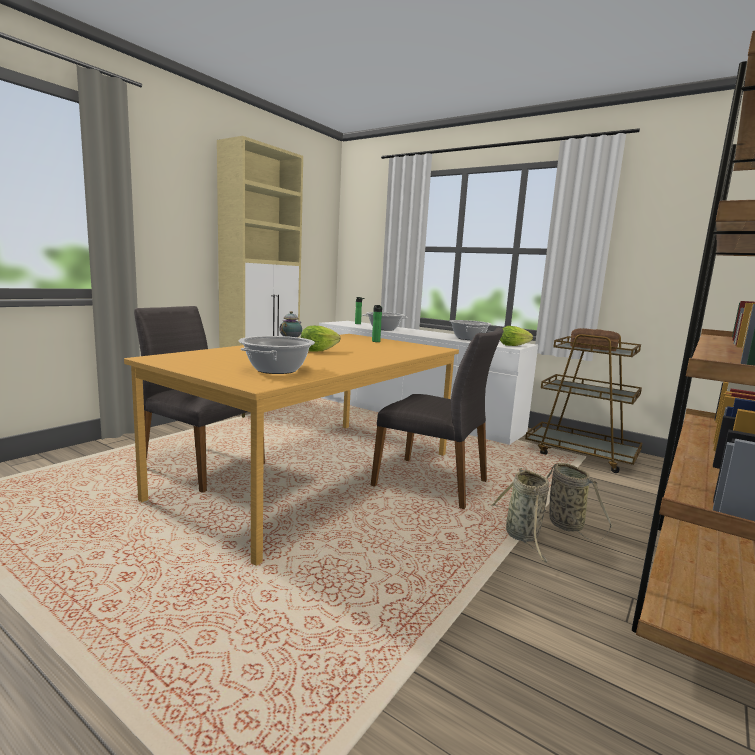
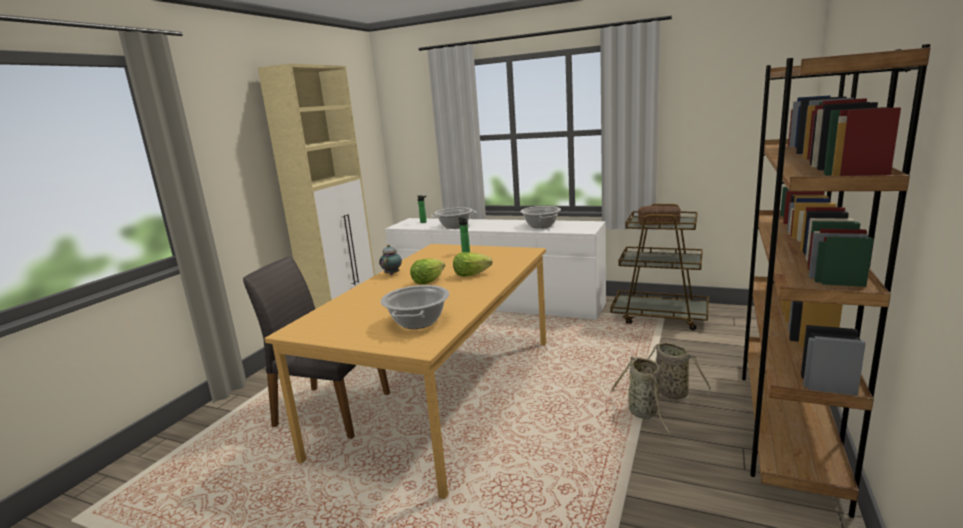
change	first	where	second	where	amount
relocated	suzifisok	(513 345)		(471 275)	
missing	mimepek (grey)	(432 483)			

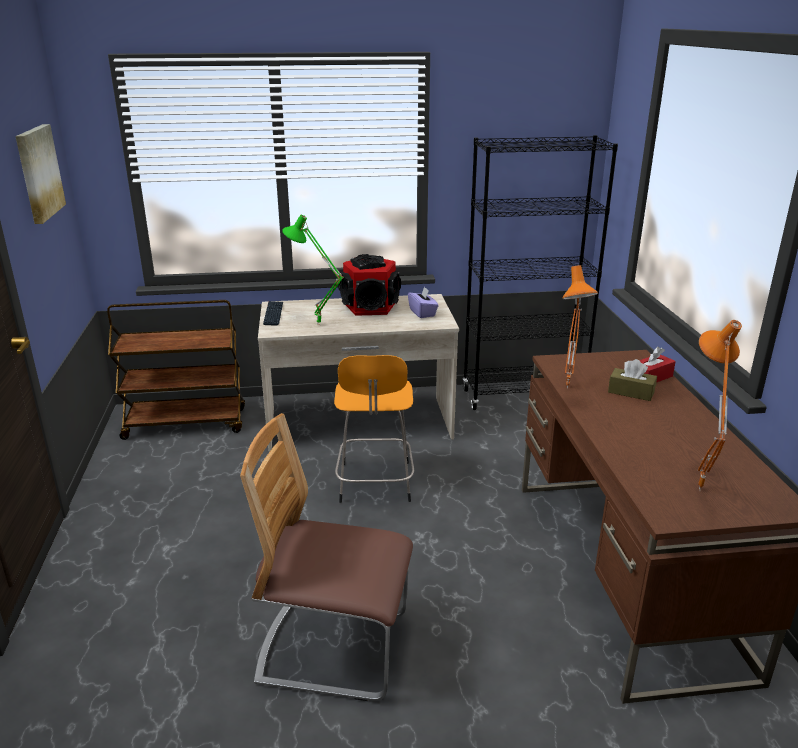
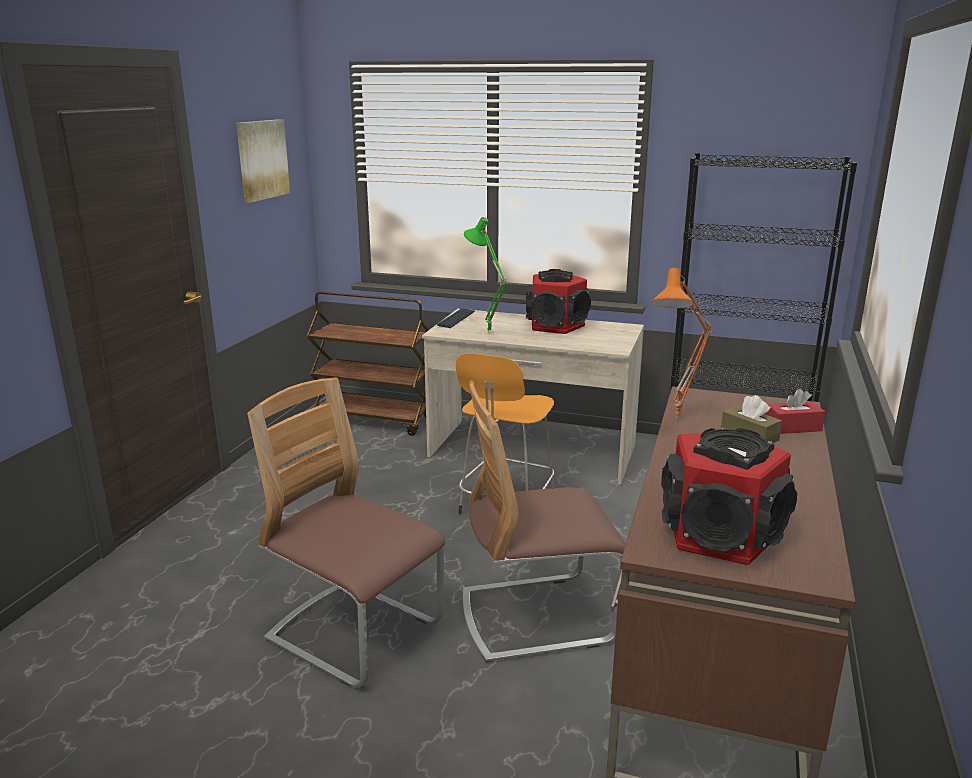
change	first	where	second	where	amount
missing	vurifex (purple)	(422 313)			
exchanged	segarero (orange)	(696 489)	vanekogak	(719 534)	
appeared			mimepek	(536 617)	

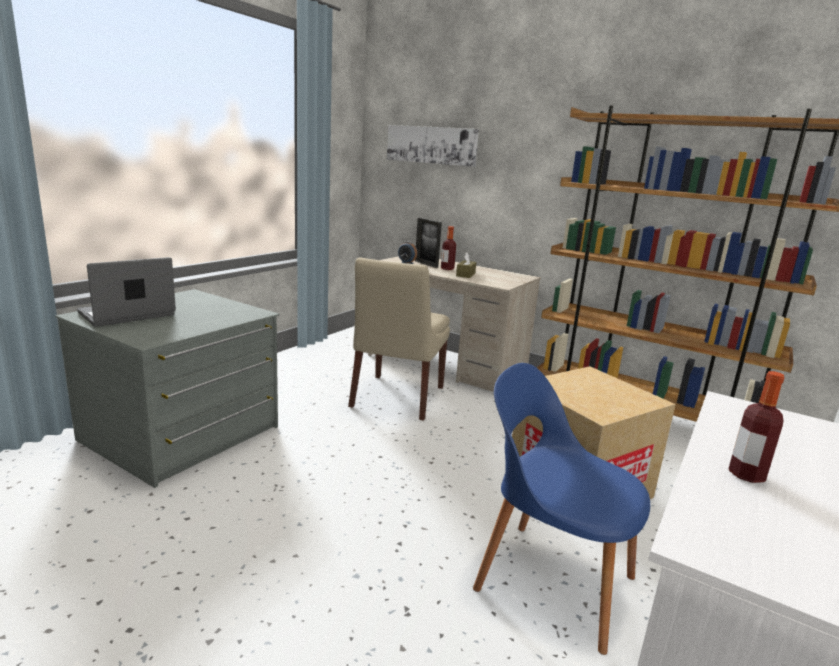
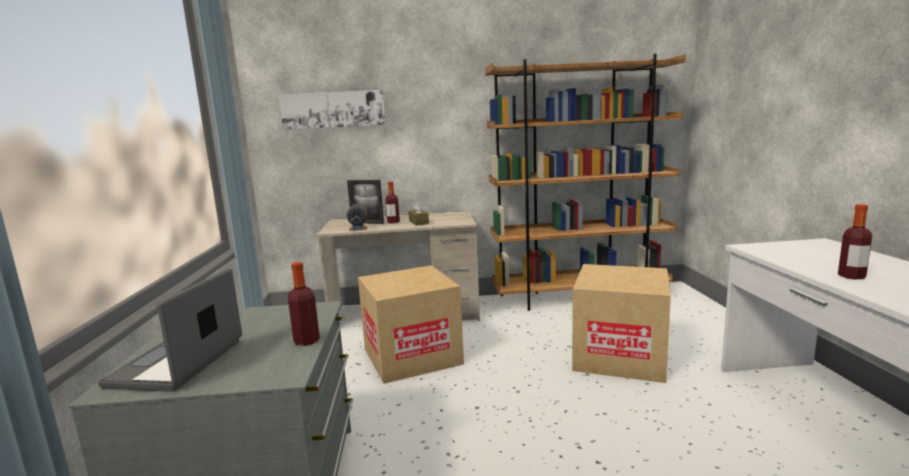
change	first	where	second	where	amount
exchanged	mimepek (beige)	(396 398)	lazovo	(412 356)	
missing	mimepek (blue)	(550 580)			
appeared			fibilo	(306 341)	

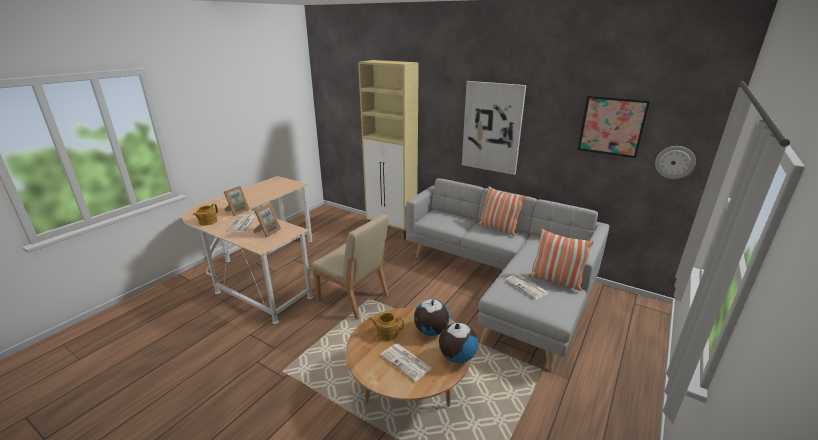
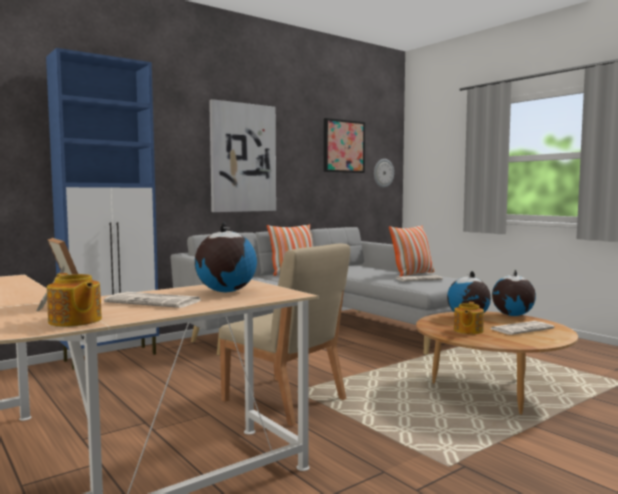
change	first	where	second	where	amount
colour	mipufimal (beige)	(392 230)	mipufimal (blue)	(112 357)	
exchanged	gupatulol	(268 232)	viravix	(225 291)	
spun	mimepek (beige)	(353 298)		(285 400)	75 degrees clockwise

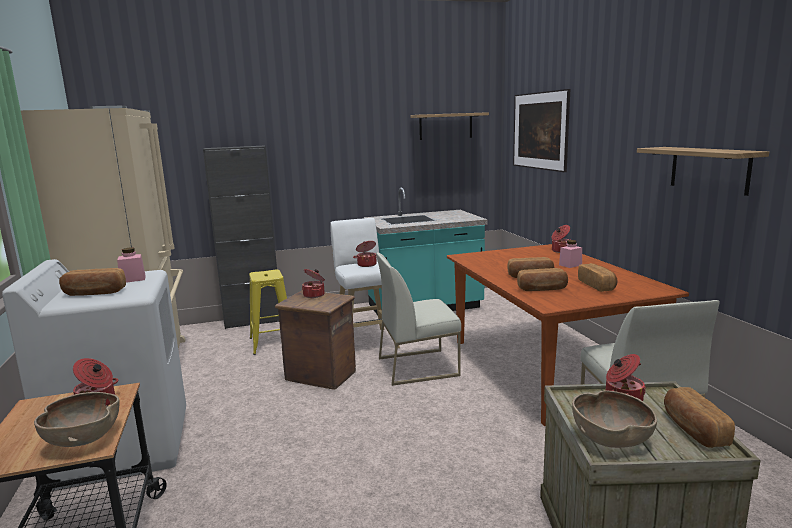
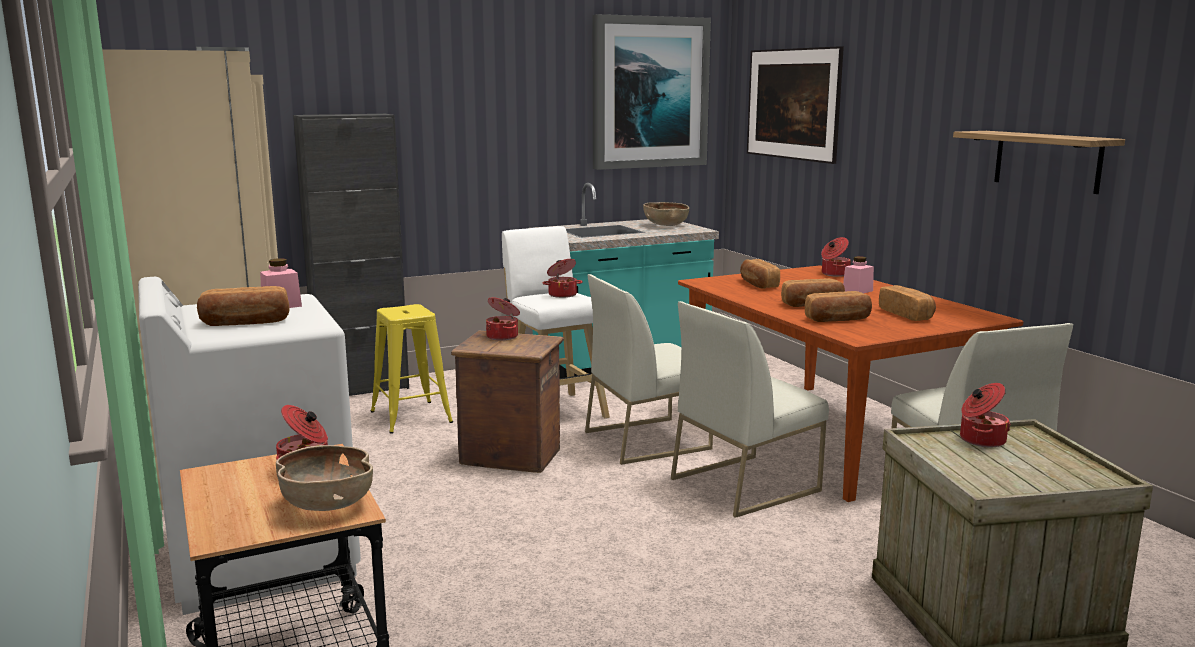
change	first	where	second	where	amount
exchanged	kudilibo	(445 126)	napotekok	(649 93)	
relocated	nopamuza	(693 429)		(758 284)	
relocated	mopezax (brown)	(610 439)		(665 225)	
appeared			mimepek (white)	(745 484)	

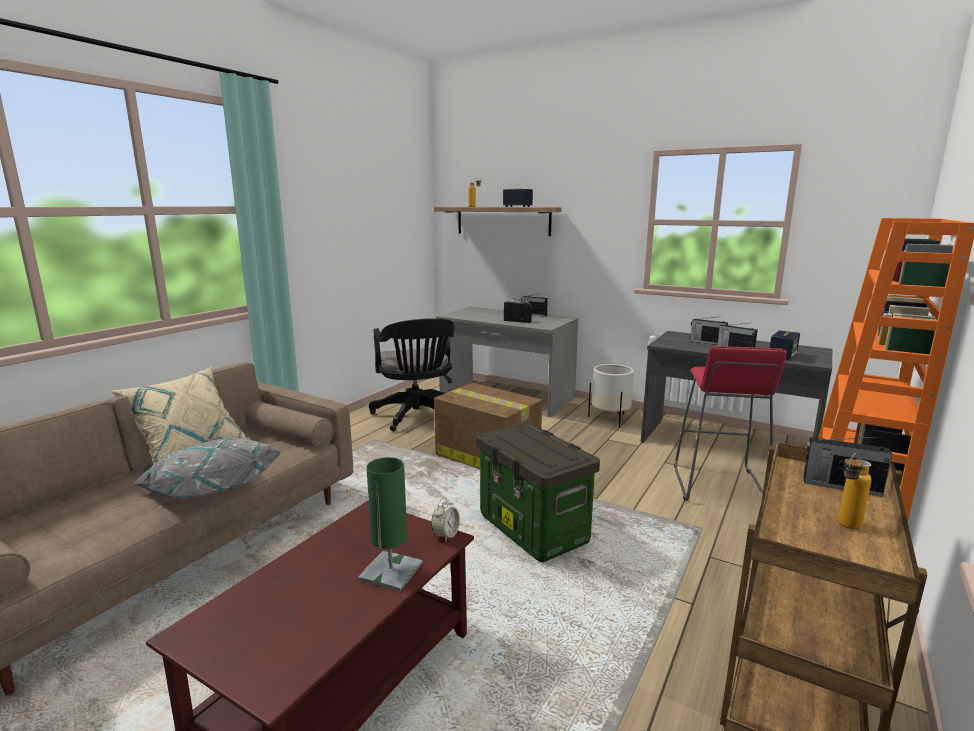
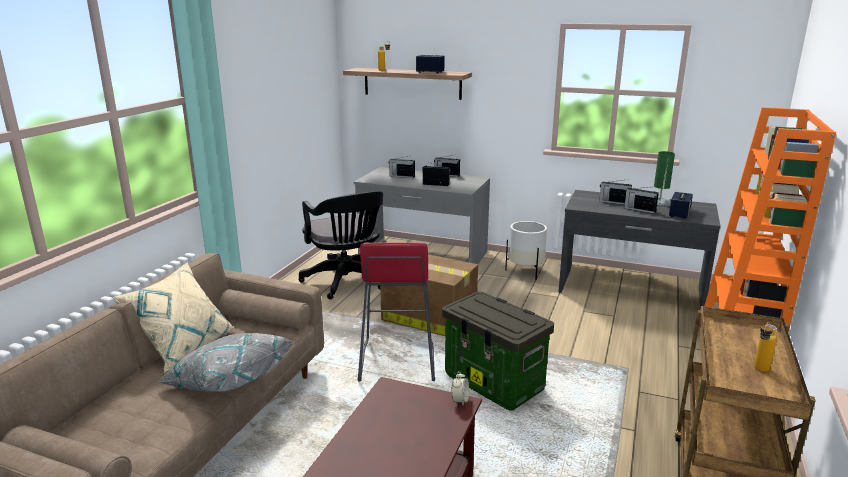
change	first	where	second	where	amount
relocated	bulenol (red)	(718 485)		(396 362)	
relocated	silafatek	(840 486)		(401 176)	
relocated	segarero (green)	(391 571)		(659 202)	

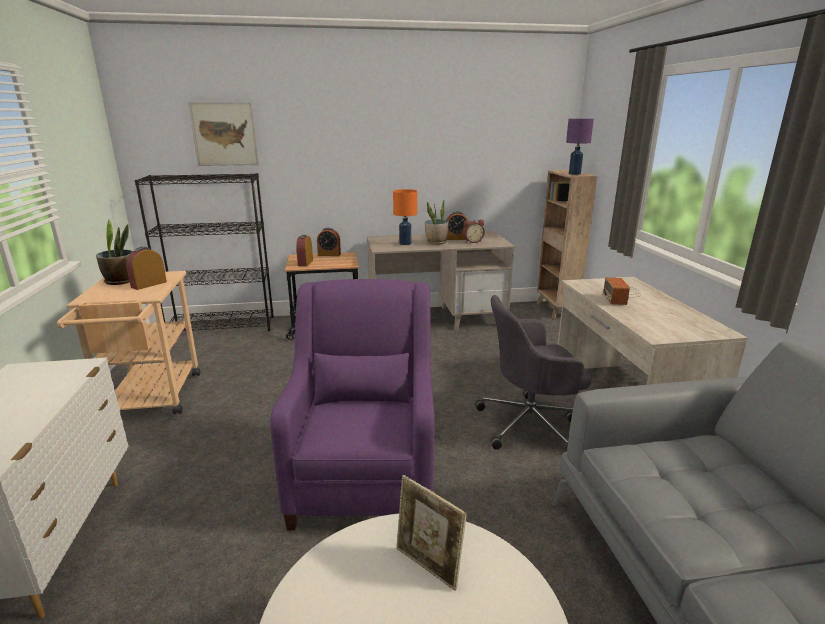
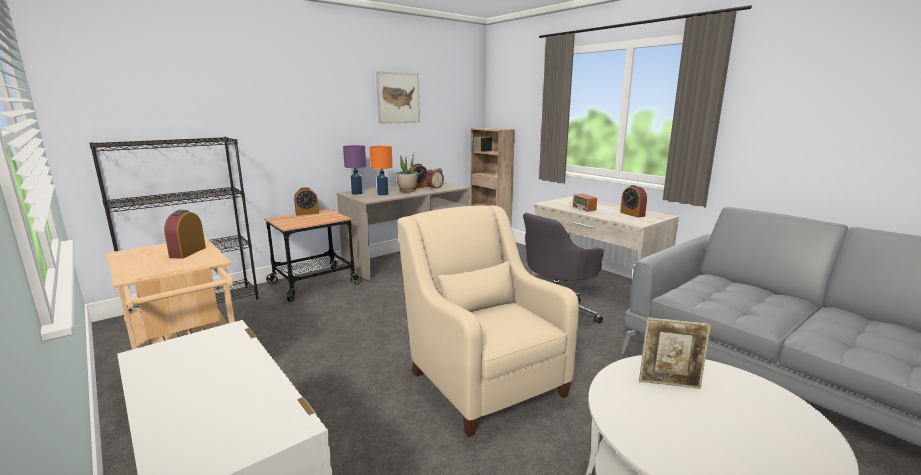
change	first	where	second	where	amount
relocated	napotekok	(224 134)		(398 98)	
relocated	segarero (purple)	(574 174)		(356 193)	
missing	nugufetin	(120 281)			
relocated	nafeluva	(305 263)		(632 214)	
colour	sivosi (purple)	(365 475)	sivosi (beige)	(482 379)	

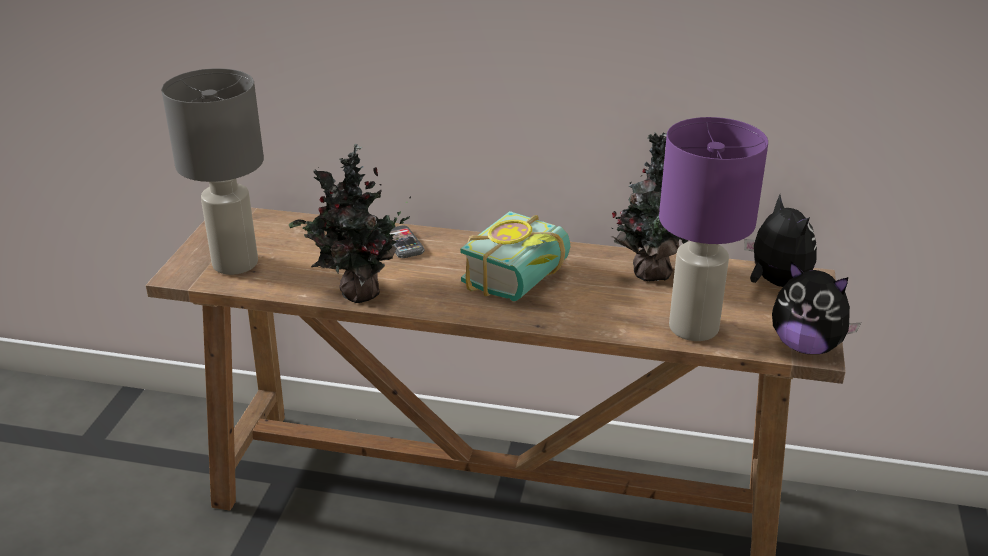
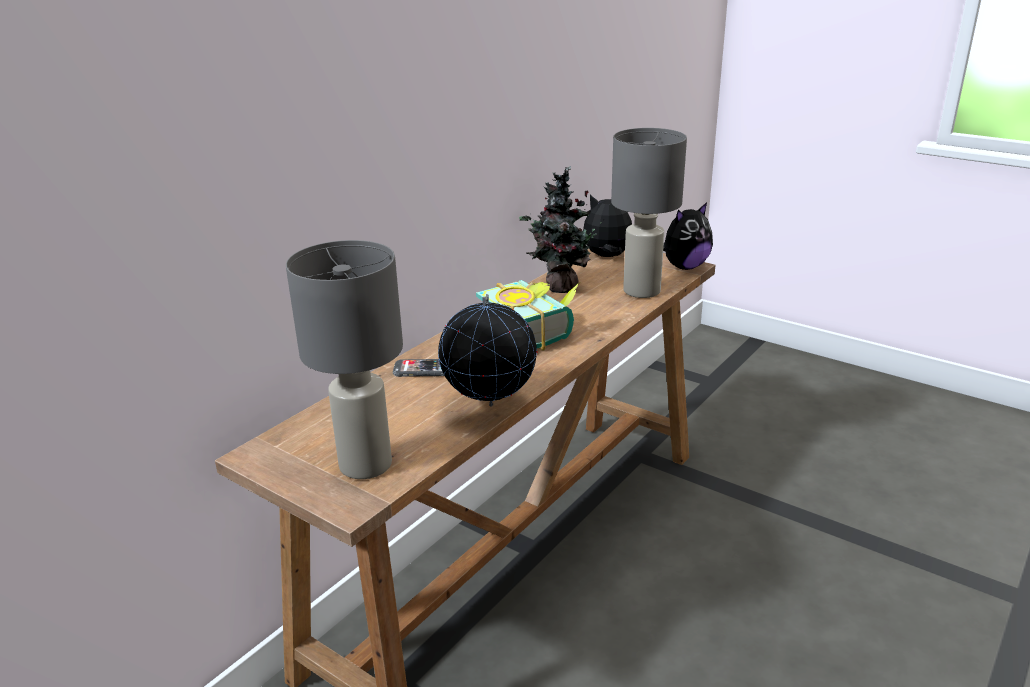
change	first	where	second	where	amount
colour	segarero (purple)	(695 328)	segarero (grey)	(642 291)	
exchanged	nugufetin	(357 294)	viravix	(489 406)	

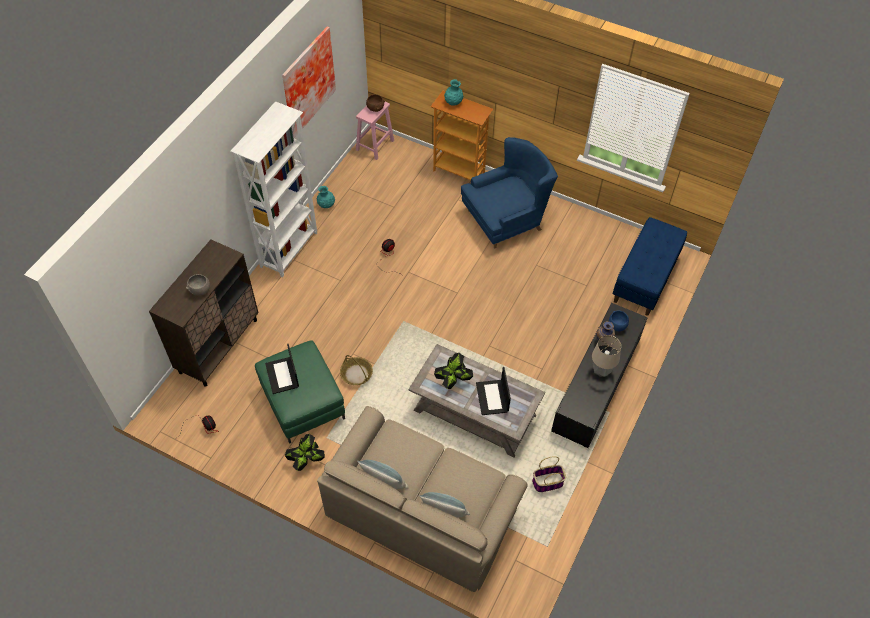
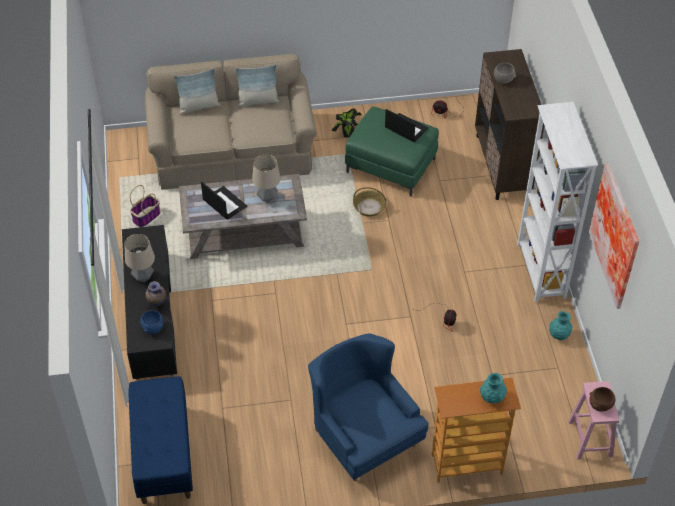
change	first	where	second	where	amount
spun	sivosi (blue)	(506 219)		(363 435)	120 degrees clockwise
exchanged	nugufetin	(453 381)	segarero	(267 198)	

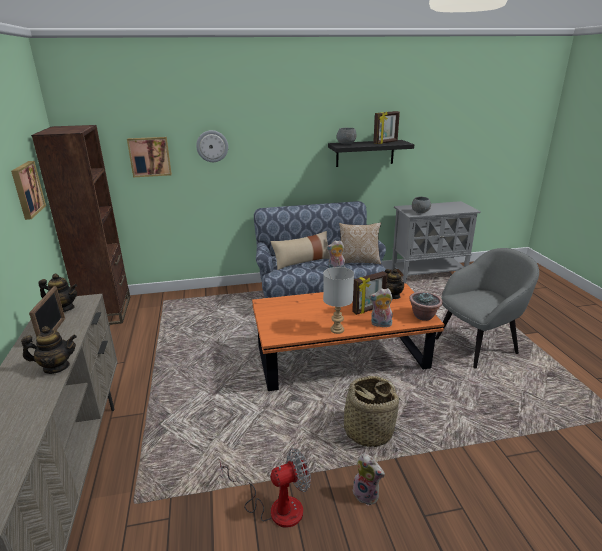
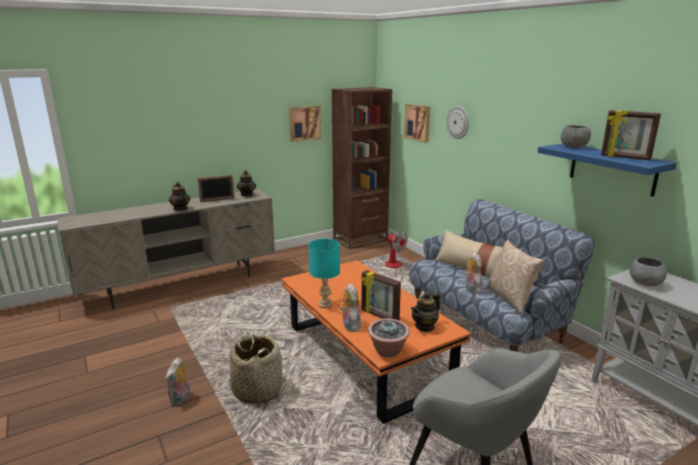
change	first	where	second	where	amount
colour	kudilibo (black)	(365 153)	kudilibo (blue)	(612 169)	
colour	segarero (grey)	(337 330)	segarero (turquoise)	(324 305)	
relocated	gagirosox	(275 507)		(393 262)	

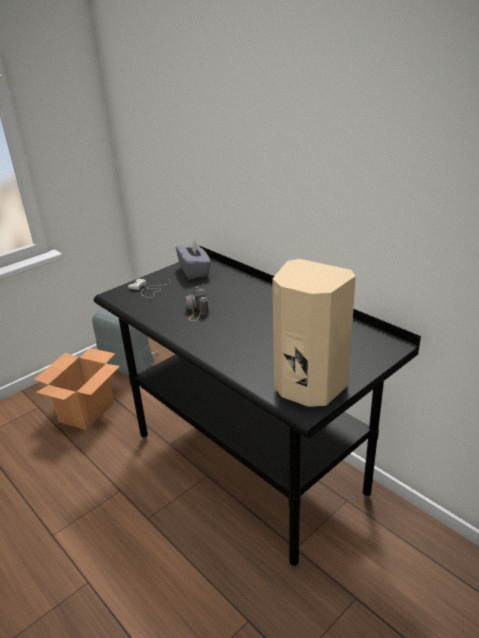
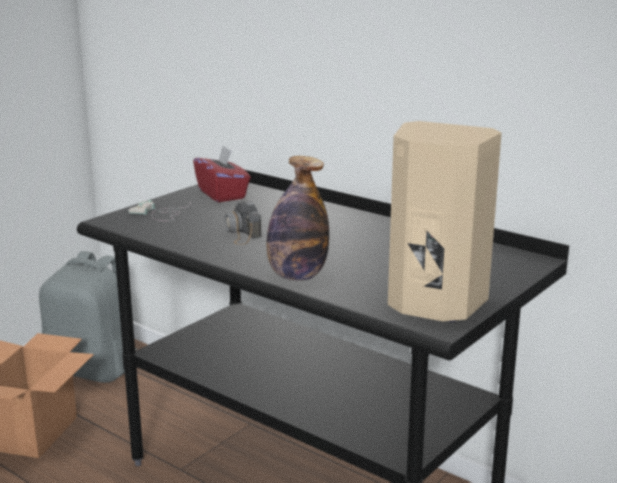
change	first	where	second	where	amount
colour	vurifex (grey)	(194 271)	vurifex (red)	(222 194)	
appeared			fibilo	(297 276)	

